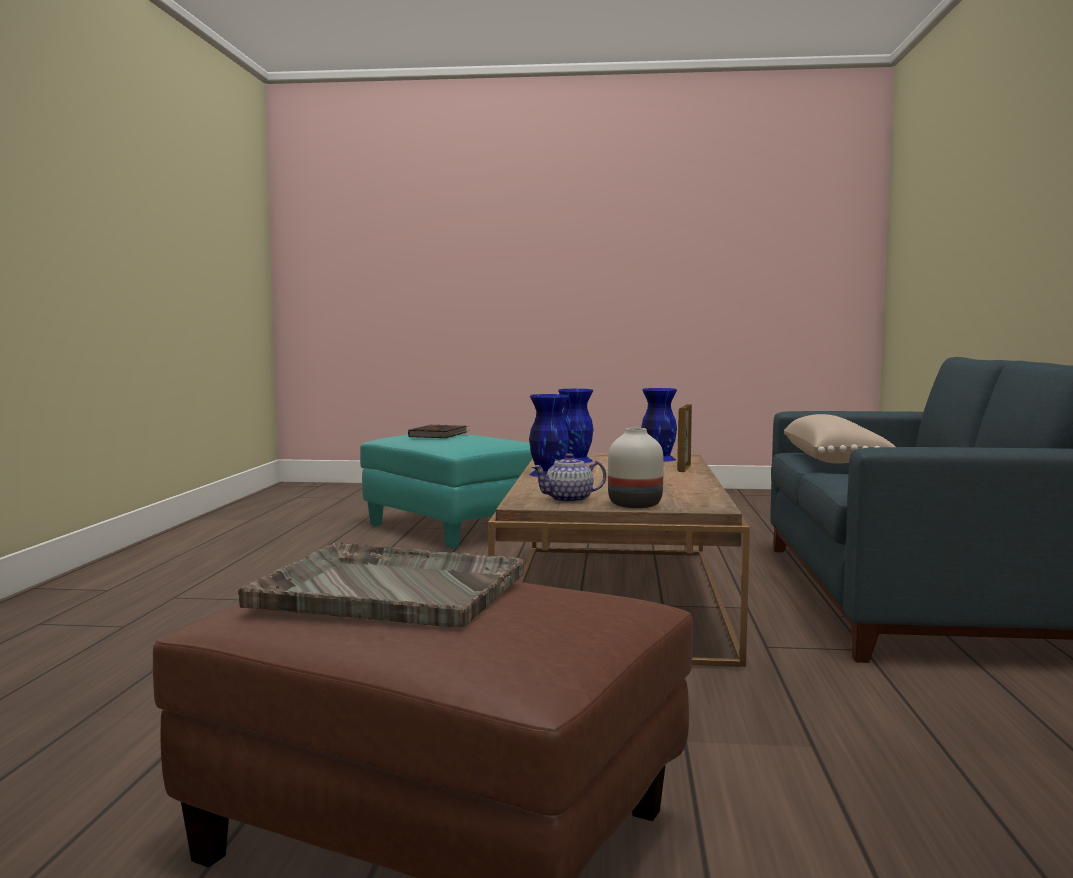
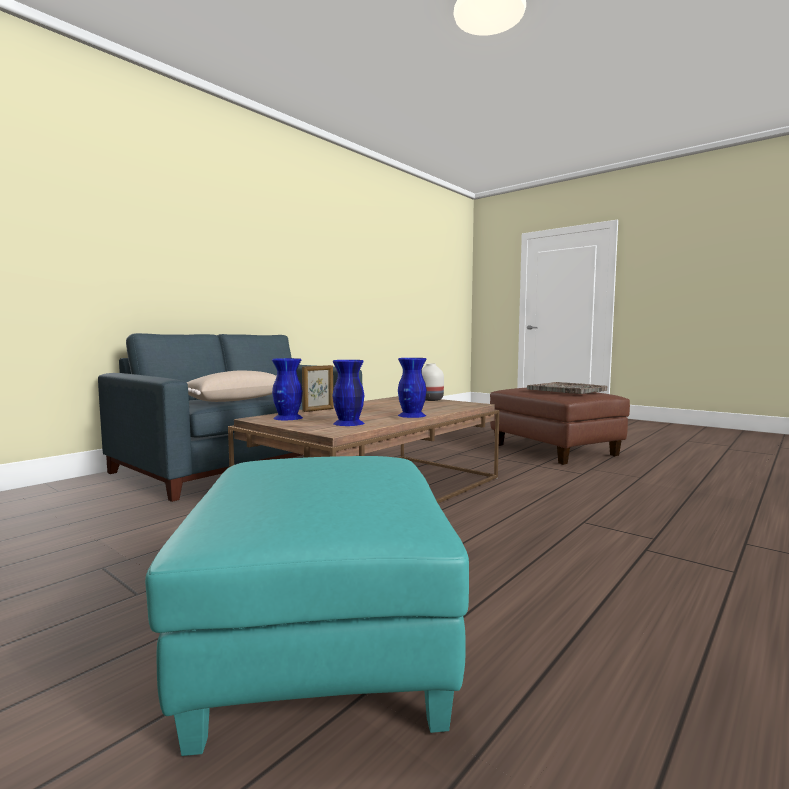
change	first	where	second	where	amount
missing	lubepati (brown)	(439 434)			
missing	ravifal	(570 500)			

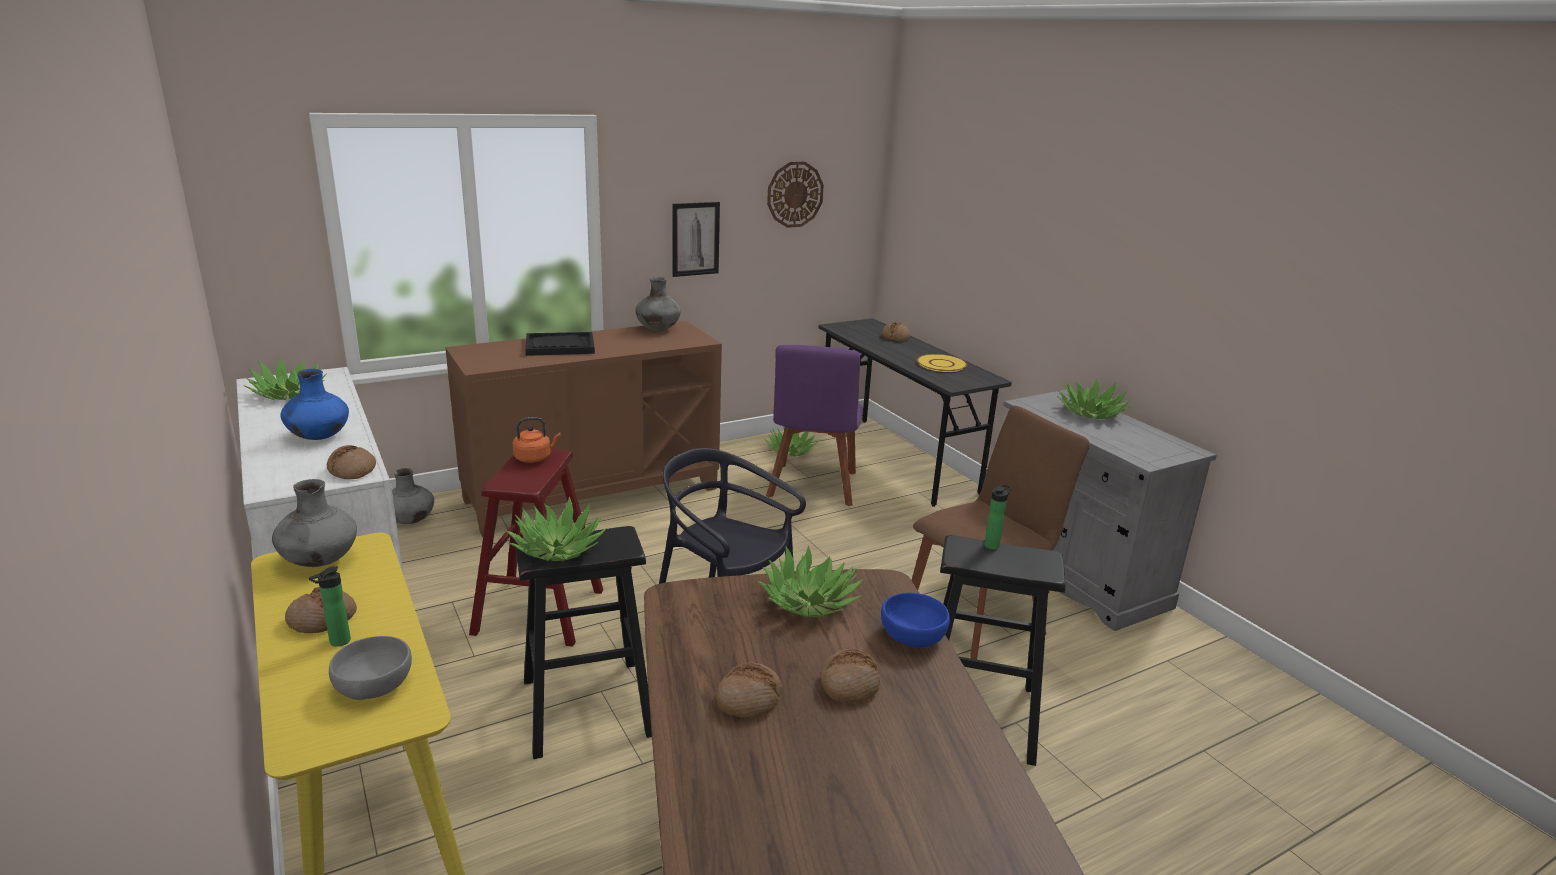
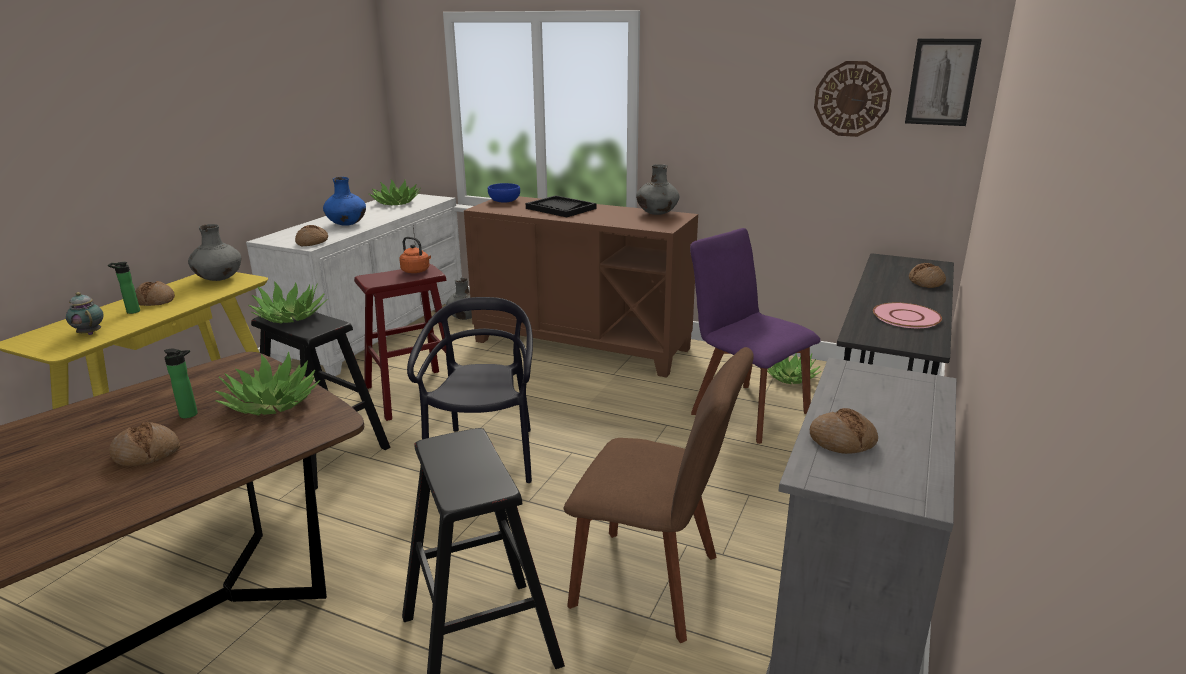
change	first	where	second	where	amount
relocated	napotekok	(695 239)		(941 82)	
spun	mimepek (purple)	(812 487)		(745 410)	75 degrees clockwise
colour	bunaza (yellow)	(941 364)	bunaza (pink)	(906 317)	
missing	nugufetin	(1091 413)			
relocated	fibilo	(993 545)		(191 414)	
relocated	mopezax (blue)	(913 637)		(504 201)	
exchanged	mopezax (grey)	(375 685)	ravifal	(90 333)	
relocated	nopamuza	(749 699)		(842 441)	

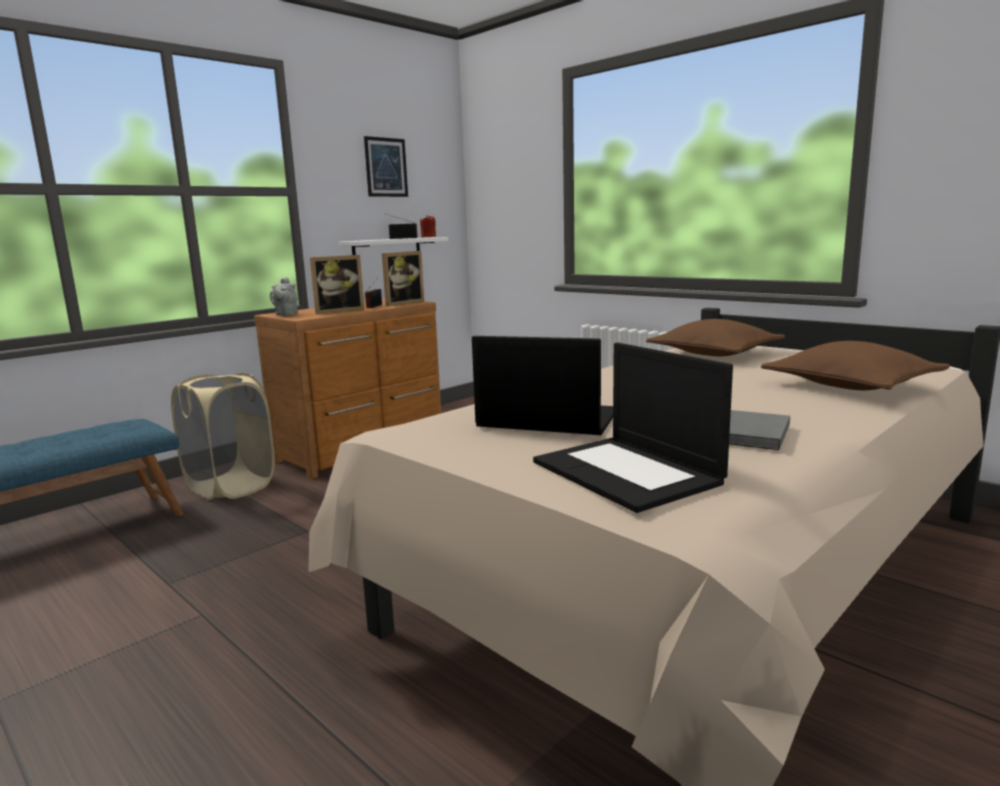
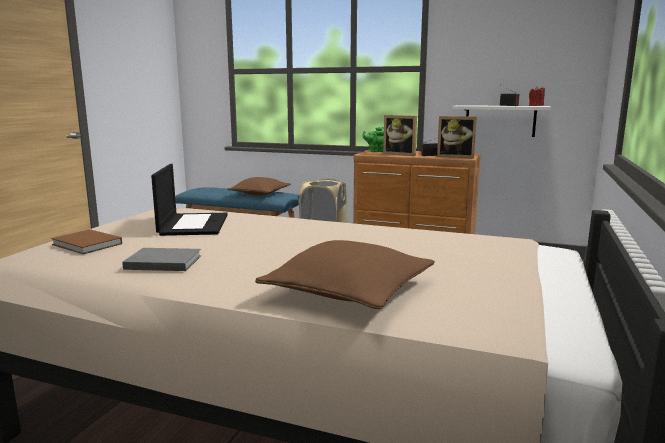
change	first	where	second	where	amount
missing	napotekok	(386 167)			
colour	ravifal (grey)	(286 314)	ravifal (green)	(375 151)	
relocated	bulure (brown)	(714 354)		(260 194)	
exchanged	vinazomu	(628 472)	lubepati (brown)	(87 245)	

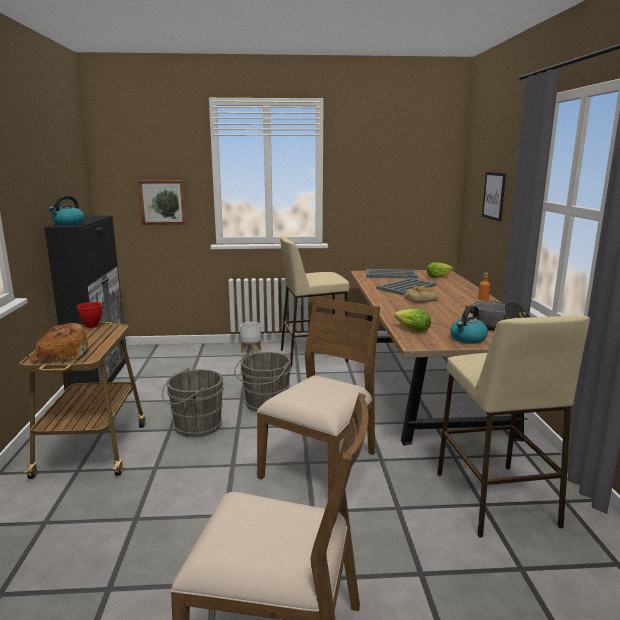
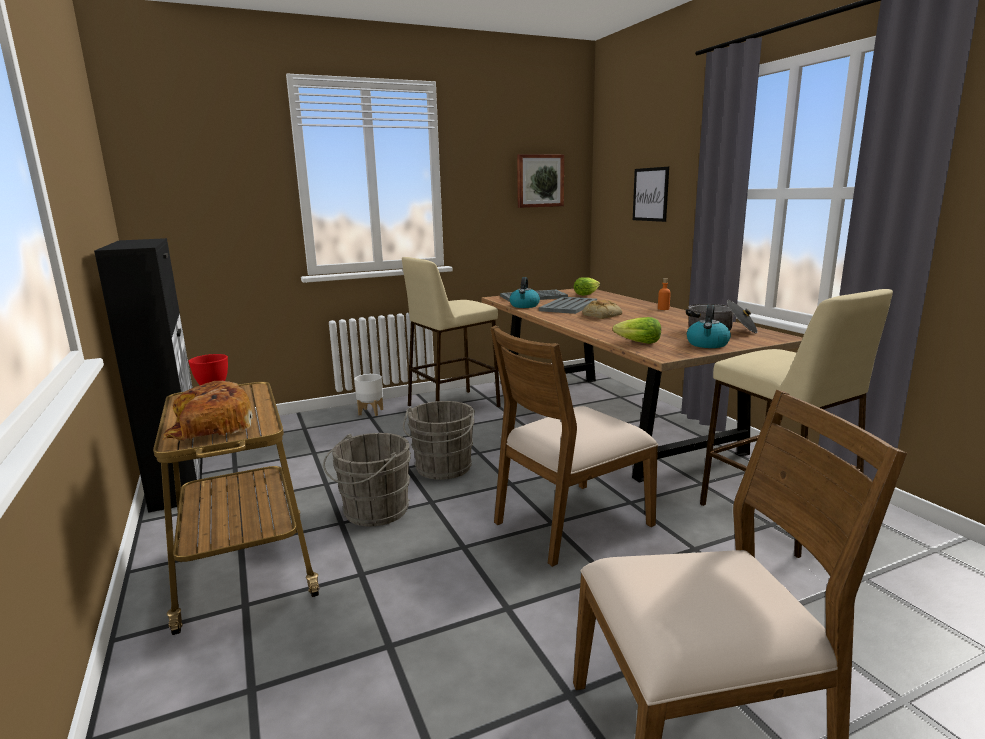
change	first	where	second	where	amount
relocated	napotekok	(163 202)		(539 181)	
relocated	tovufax	(68 224)		(524 306)	
spun	mimepek (brown)	(321 465)		(570 522)	135 degrees counterclockwise

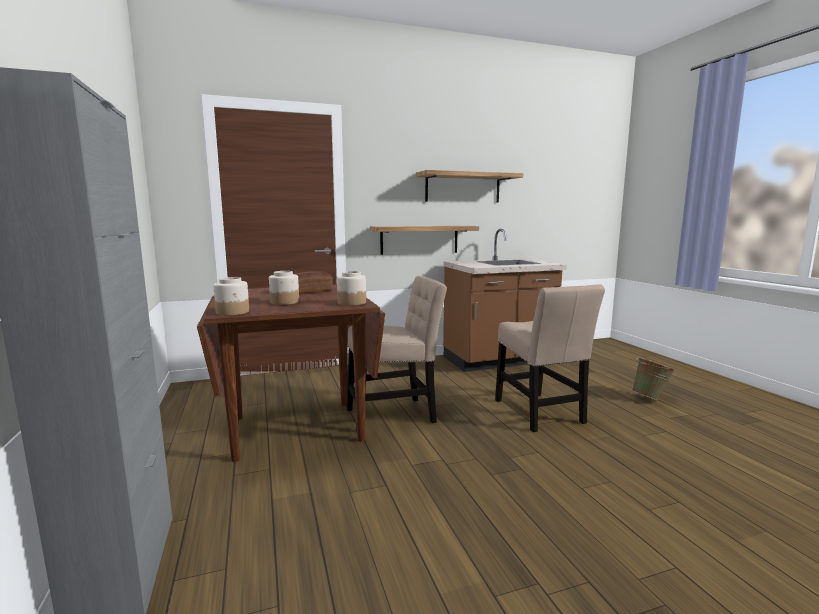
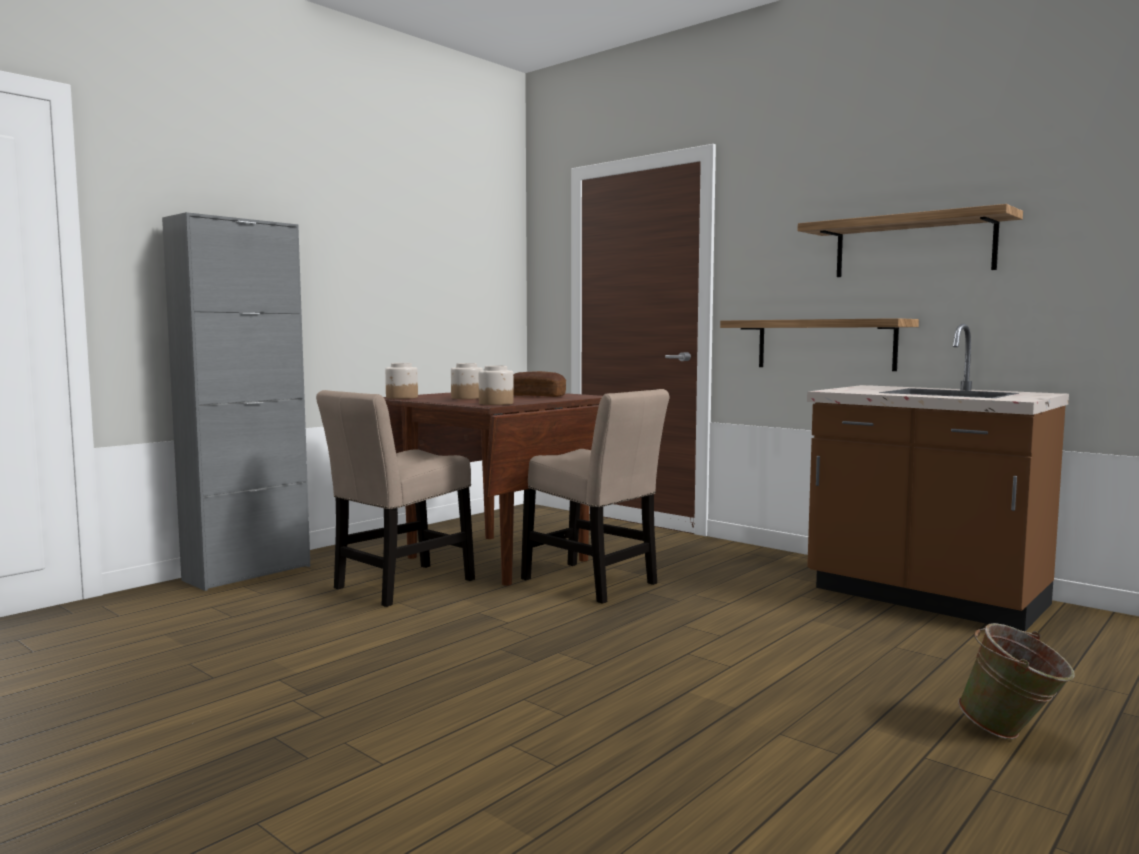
change	first	where	second	where	amount
relocated	mimepek (beige)	(540 413)		(399 586)	

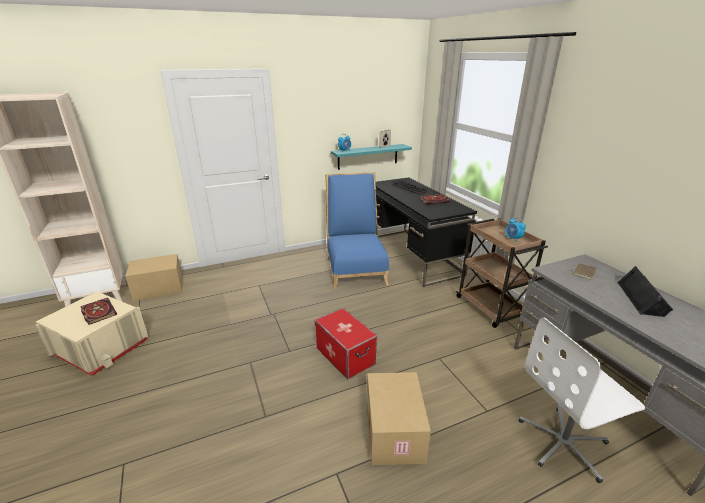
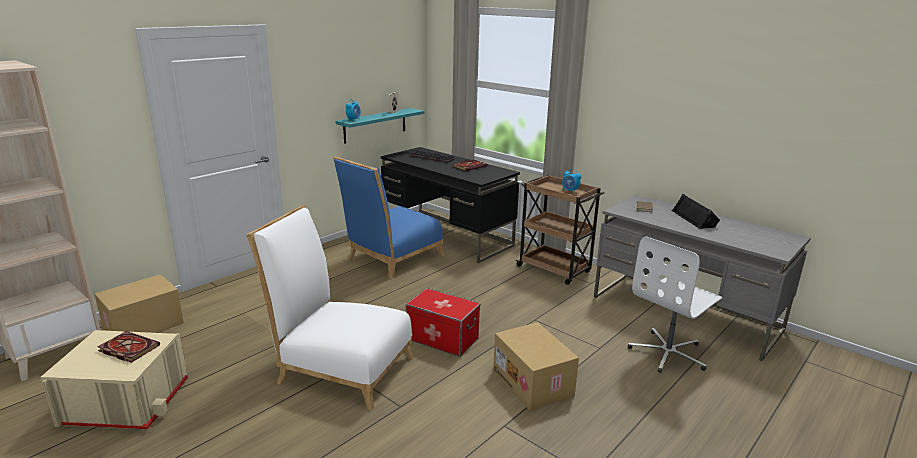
change	first	where	second	where	amount
spun	mimepek (blue)	(355 268)		(391 259)	105 degrees counterclockwise
appeared			mimepek (white)	(340 367)	

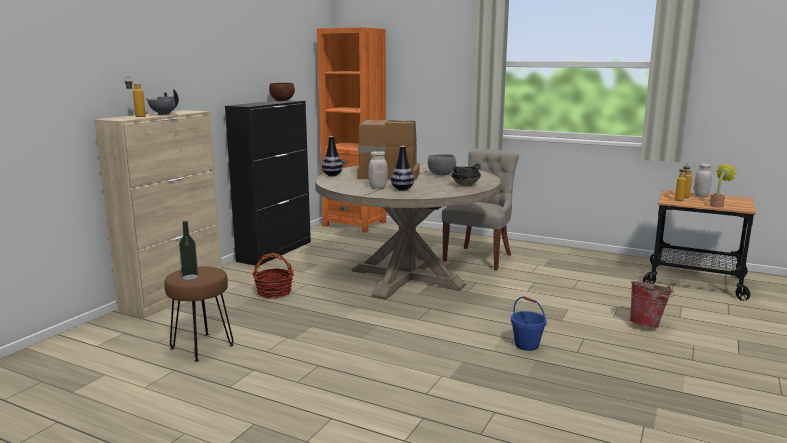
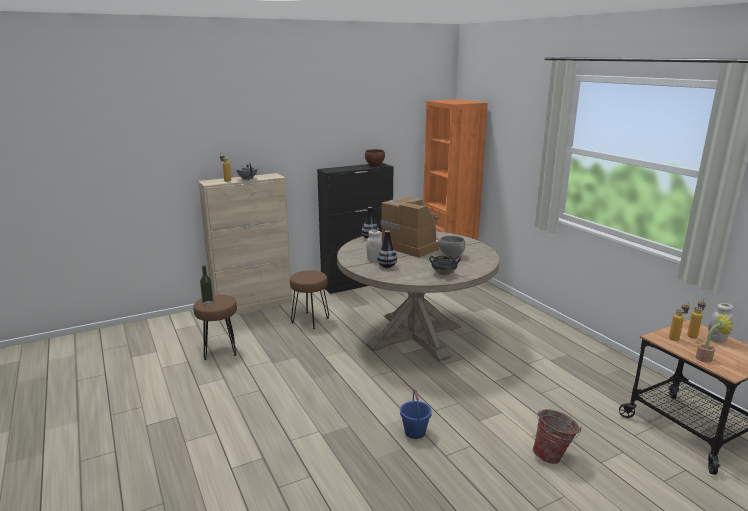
change	first	where	second	where	amount
missing	mimepek (grey)	(479 257)			
exchanged	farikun	(274 292)	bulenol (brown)	(310 320)	

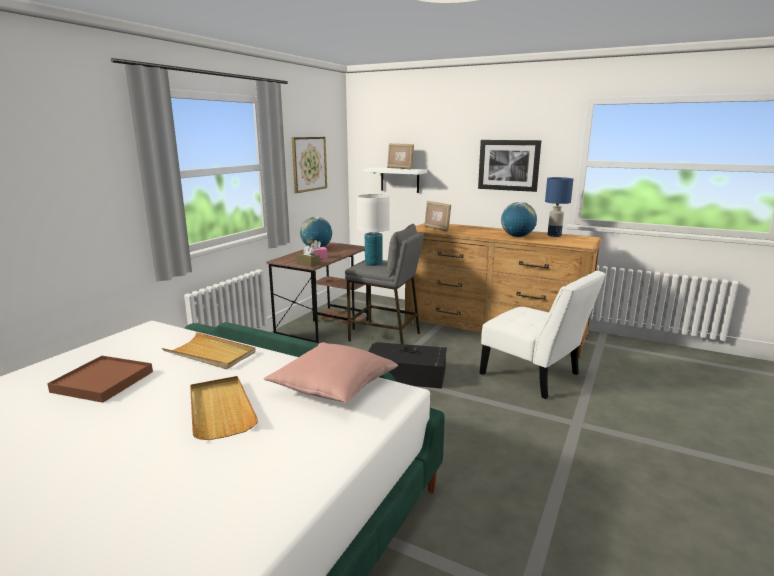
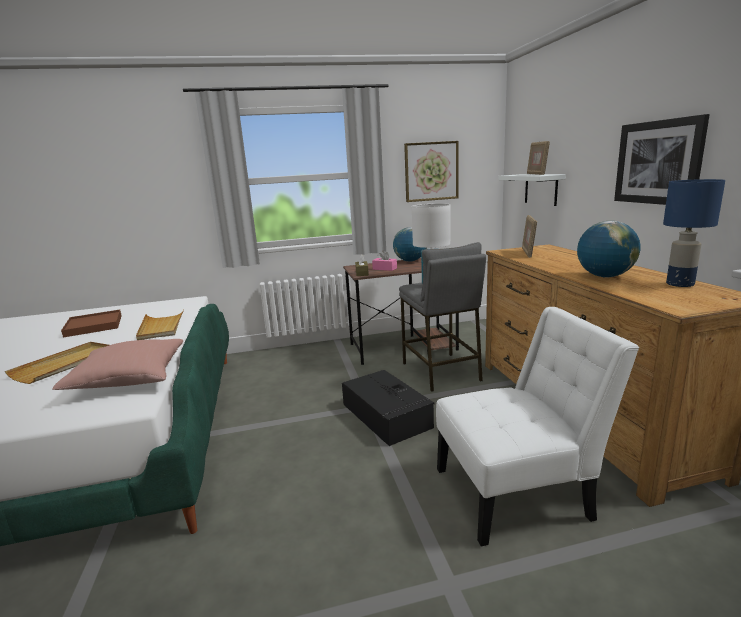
change	first	where	second	where	amount
spun	mimepek (white)	(534 376)		(519 491)	105 degrees counterclockwise

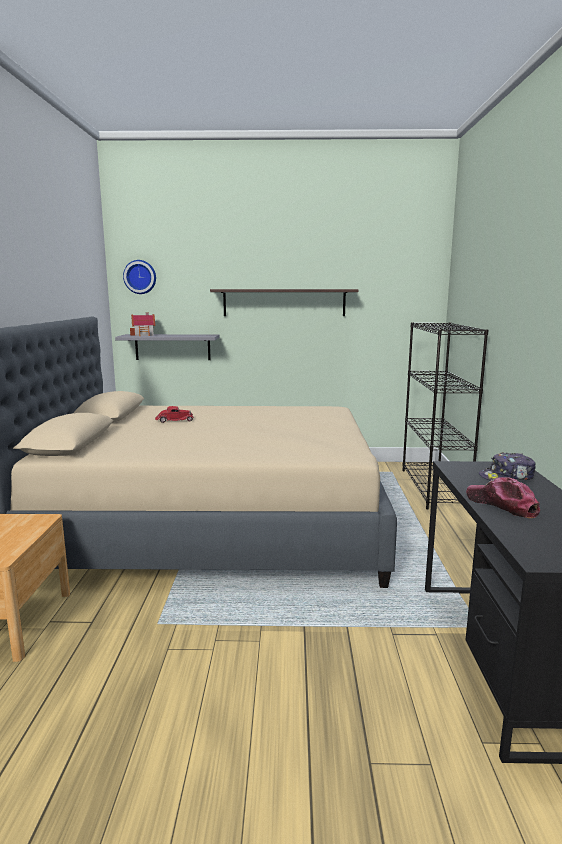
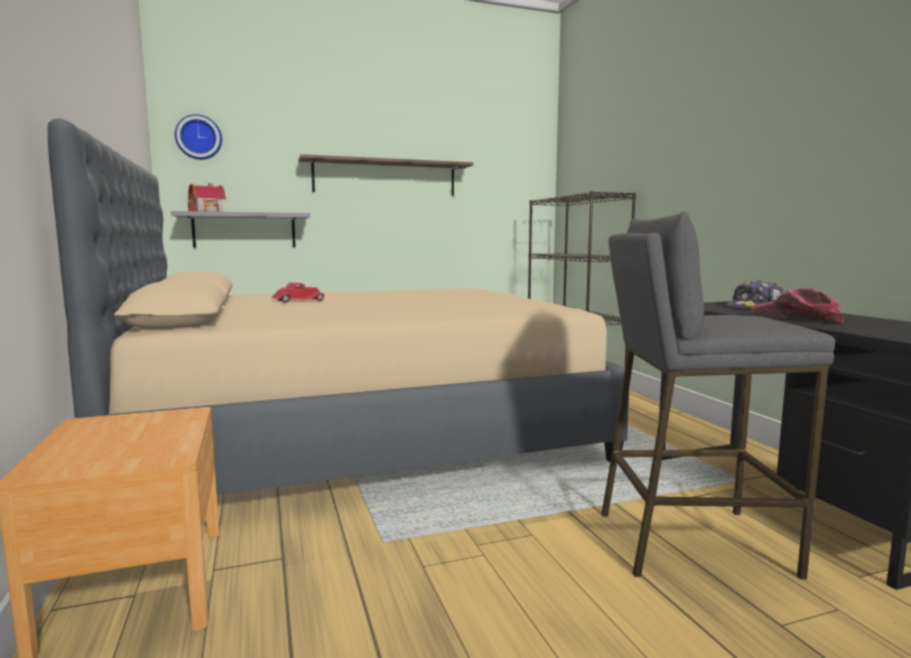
change	first	where	second	where	amount
appeared			bulenol (grey)	(691 541)	

